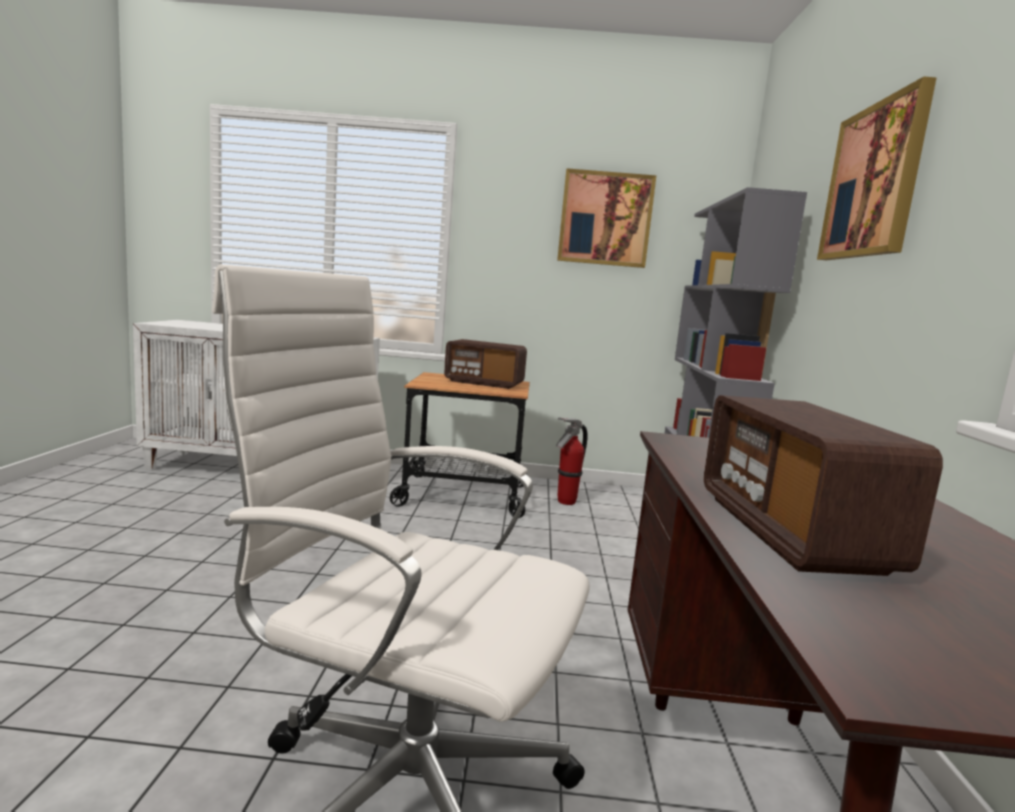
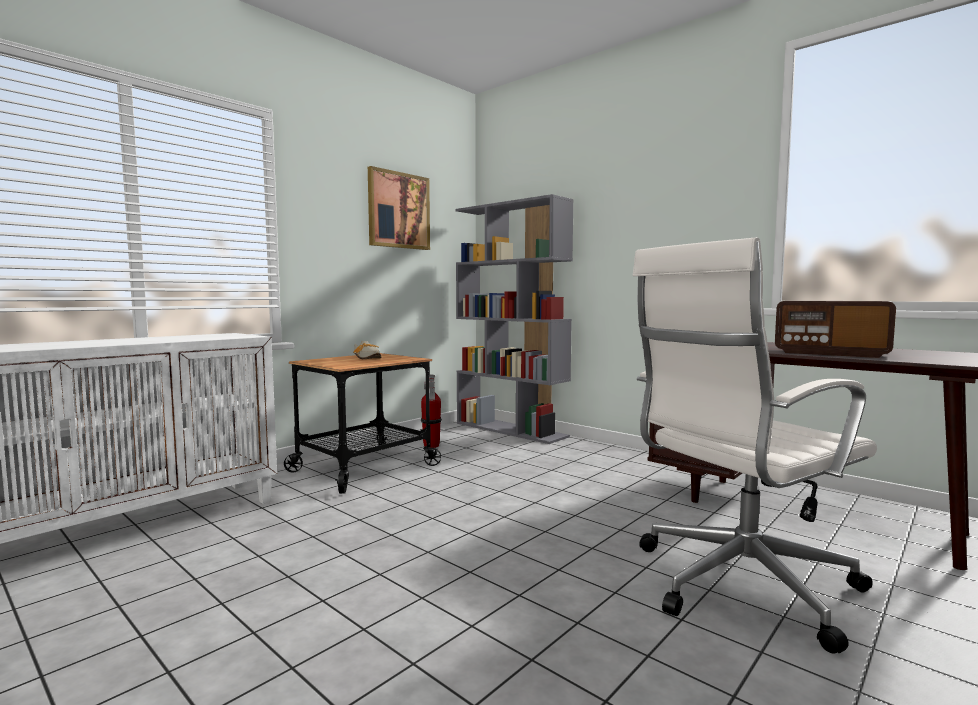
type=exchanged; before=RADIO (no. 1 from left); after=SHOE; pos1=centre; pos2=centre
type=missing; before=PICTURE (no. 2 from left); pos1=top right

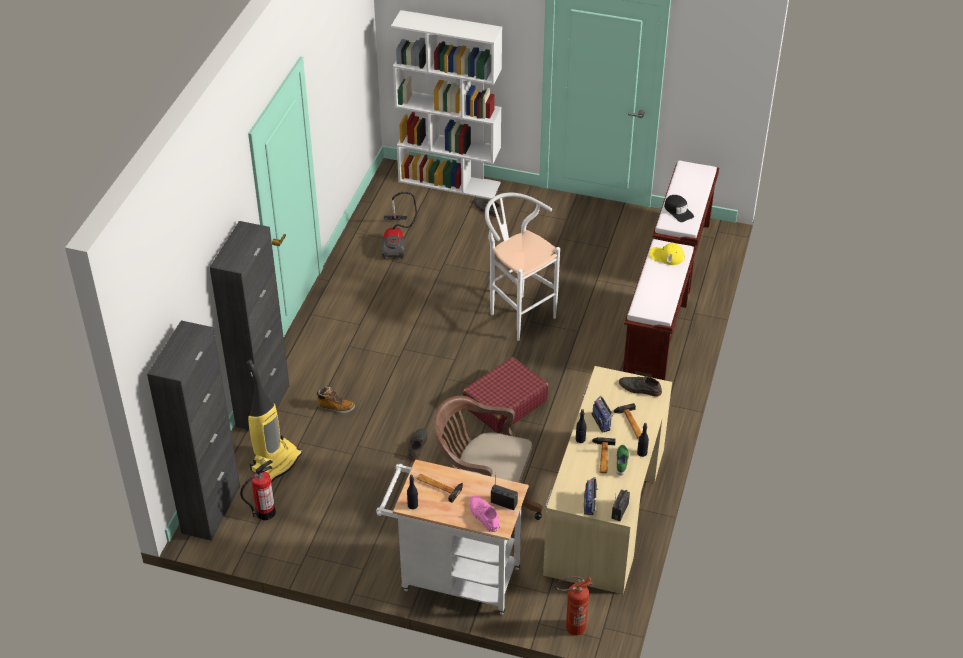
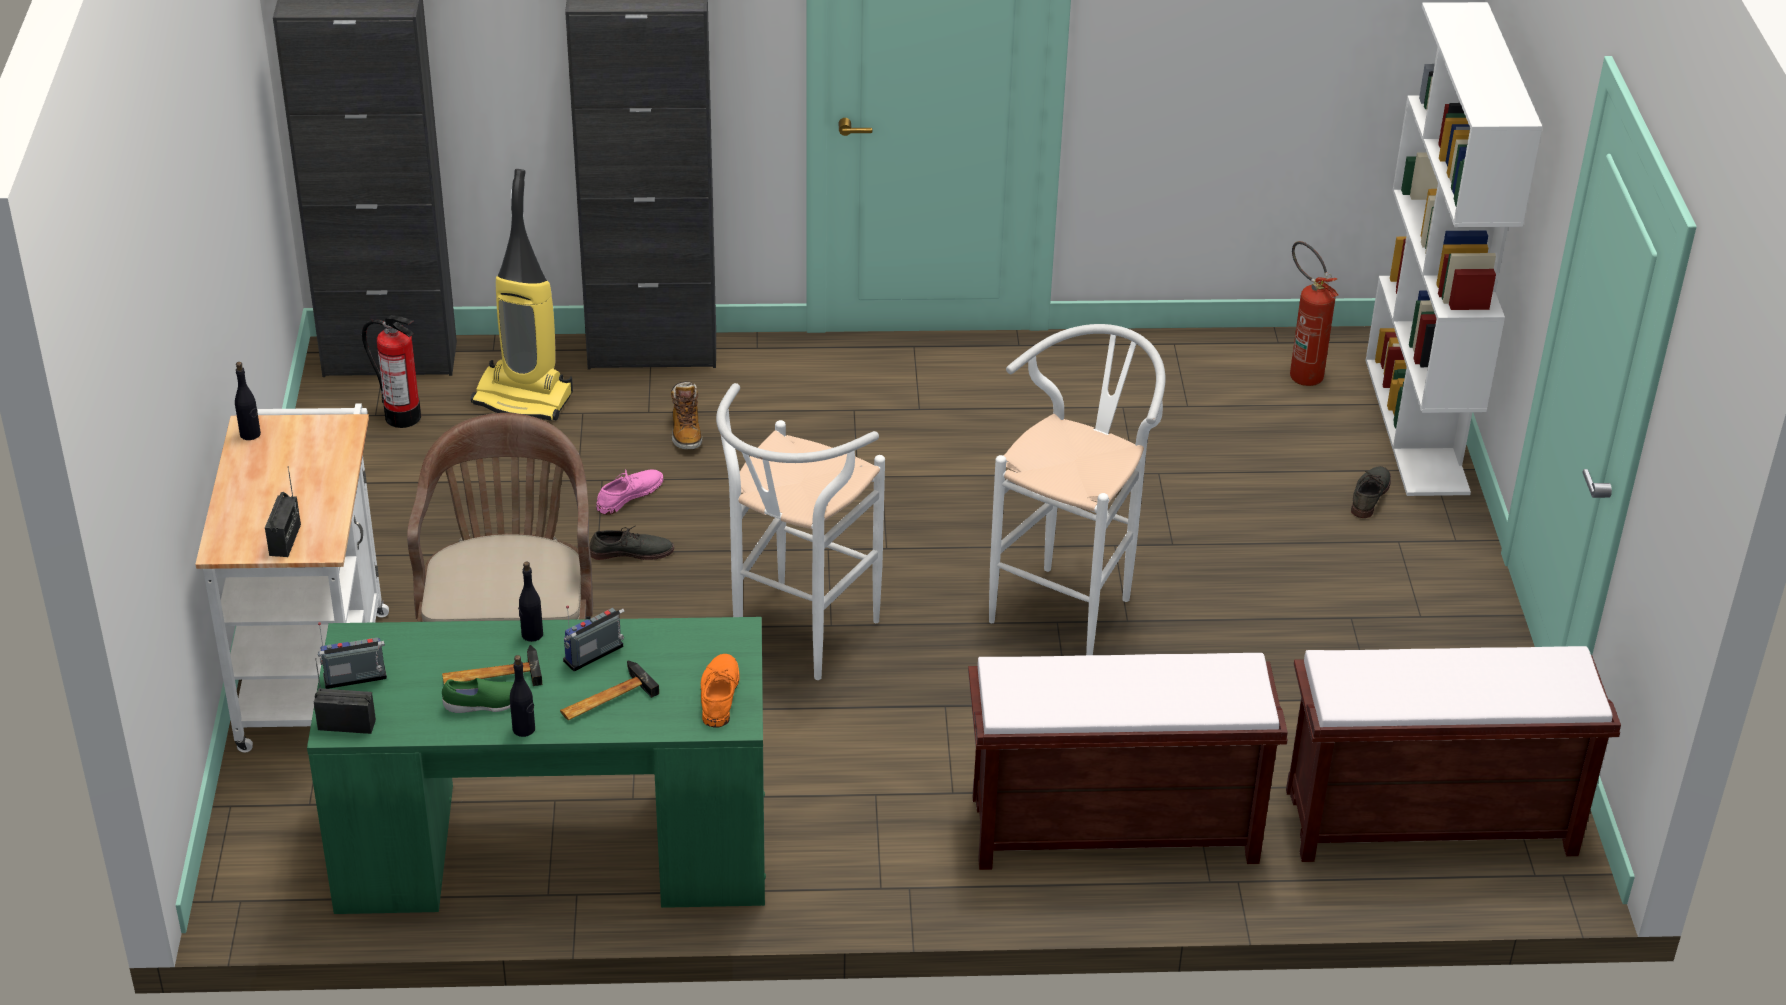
type=colour; before=BEIGE DESK; after=GREEN DESK; pos1=bottom centre; pos2=bottom left
type=relocated; before=PINK SHOE; pos1=bottom centre; pos2=centre
type=colour; before=GREY SHOE (no. 3 from left); after=ORANGE SHOE; pos1=centre; pos2=bottom centre
type=exchanged; before=RED SUITCASE; after=WHITE STOOL (no. 1 from left); pos1=centre; pos2=centre
type=relocated; before=FIRE EXTINGUISHER (no. 2 from left); pos1=bottom centre; pos2=top right
type=missing; before=VACUUM CLEANER (no. 2 from left); pos1=centre
type=missing; before=HAMMER (no. 1 from left); pos1=bottom centre
type=missing; before=YELLOW CAP; pos1=middle right
type=missing; before=BLACK CAP; pos1=top right

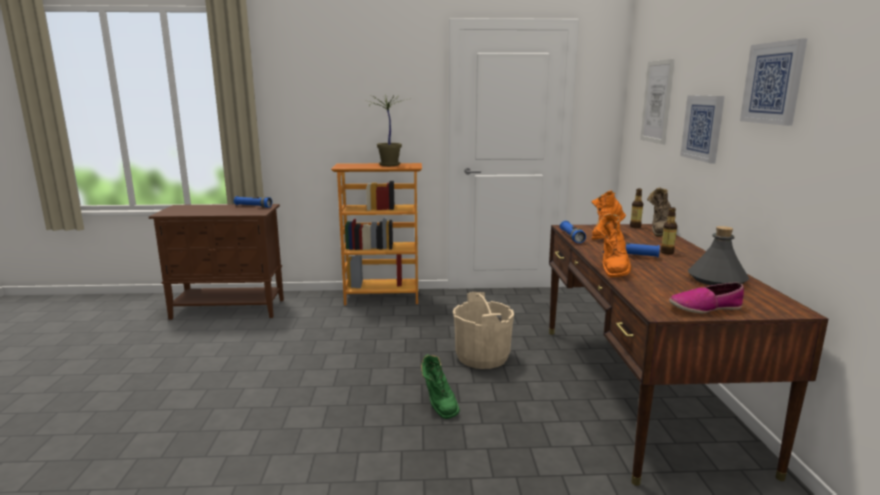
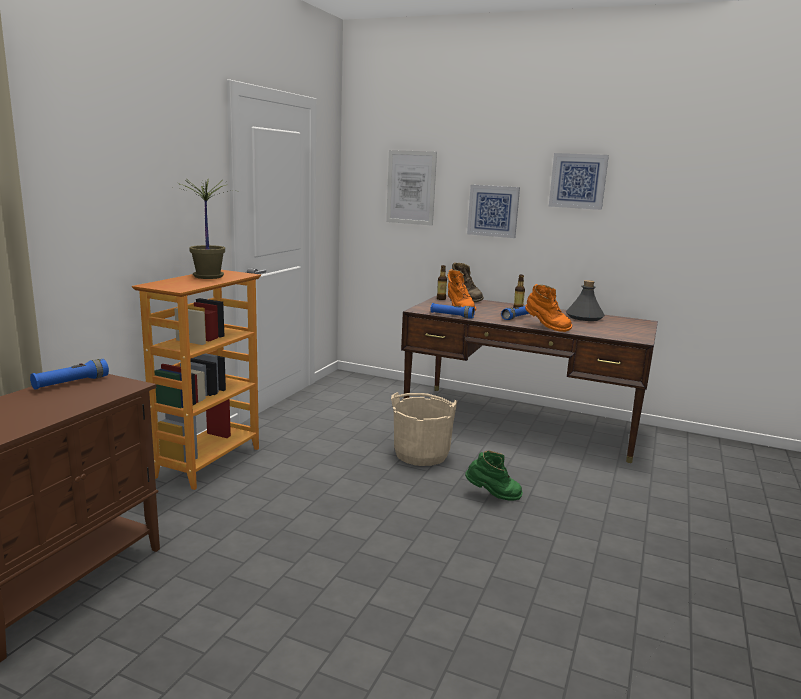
type=missing; before=SHOE; pos1=middle right

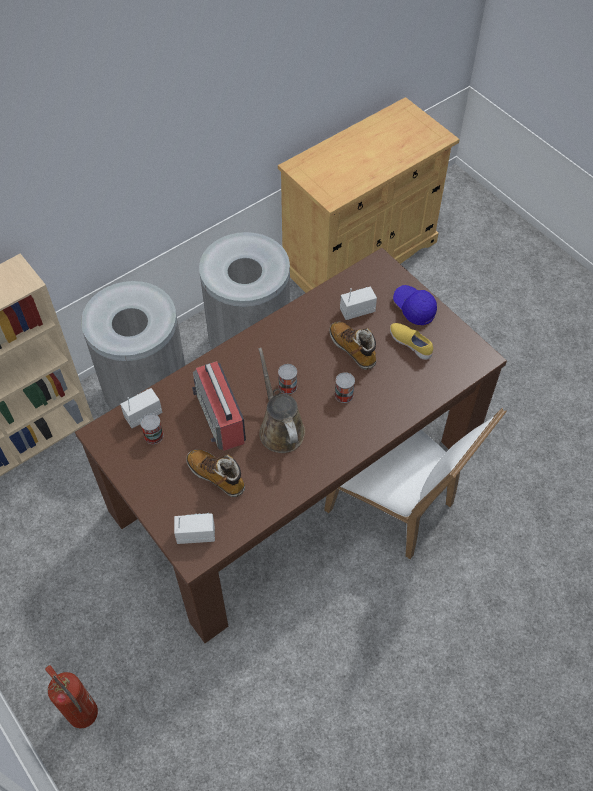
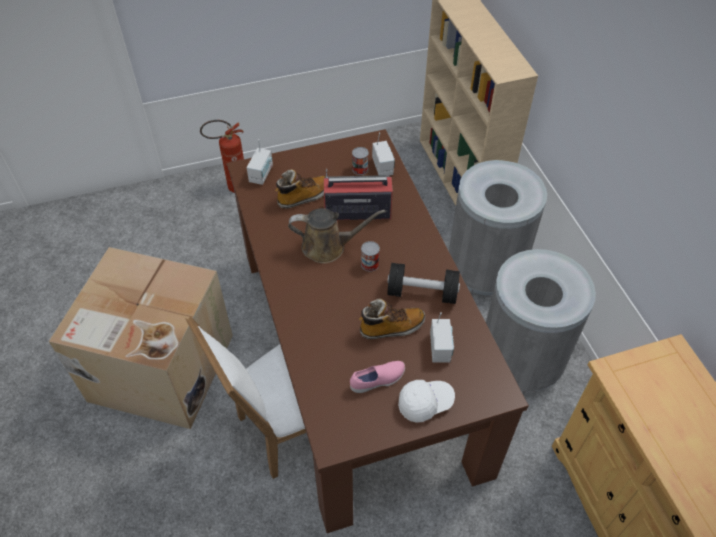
type=appeared; after=CARDBOARD BOX; pos2=middle left
type=colour; before=YELLOW SHOE; after=PINK SHOE; pos1=middle right; pos2=bottom centre
type=appeared; after=BLACK DUMBBELL; pos2=centre
type=colour; before=BLUE CAP; after=WHITE CAP; pos1=middle right; pos2=bottom centre
type=missing; before=CAN (no. 3 from left); pos1=centre

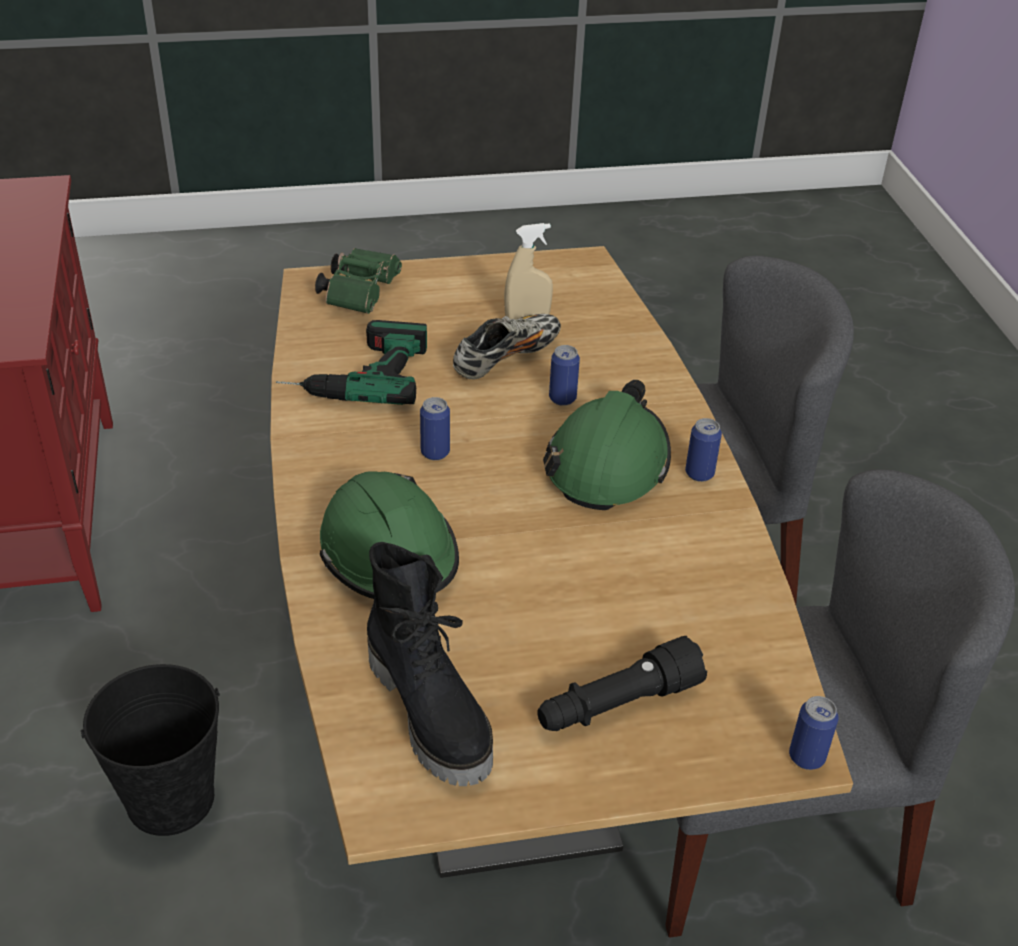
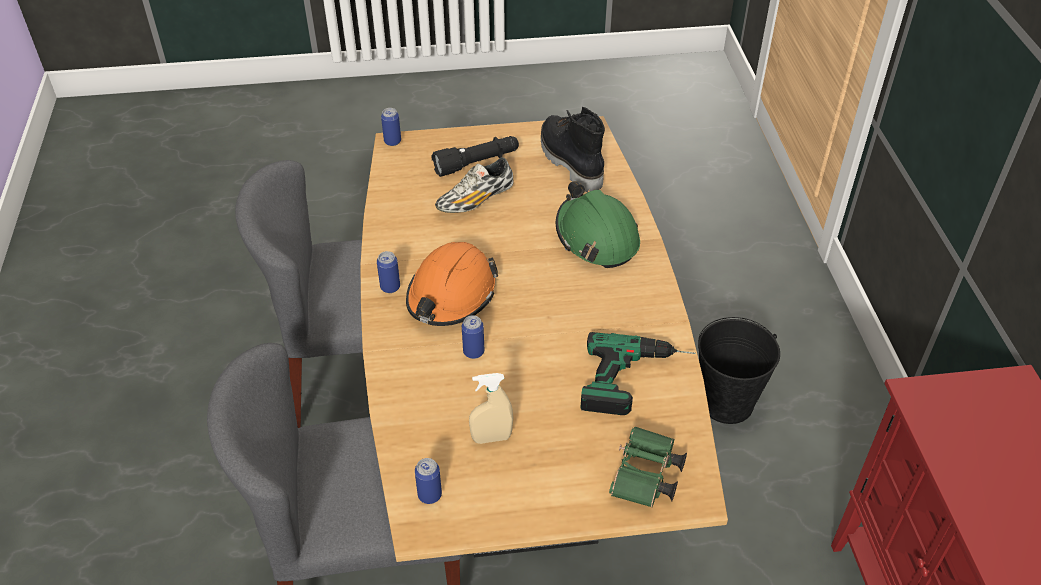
type=colour; before=GREEN HARD HAT (no. 2 from left); after=ORANGE HARD HAT; pos1=centre; pos2=centre
type=relocated; before=CAN (no. 1 from left in the first image); after=CAN (no. 3 from left); pos1=centre; pos2=bottom centre
type=relocated; before=SHOE; pos1=centre; pos2=top centre

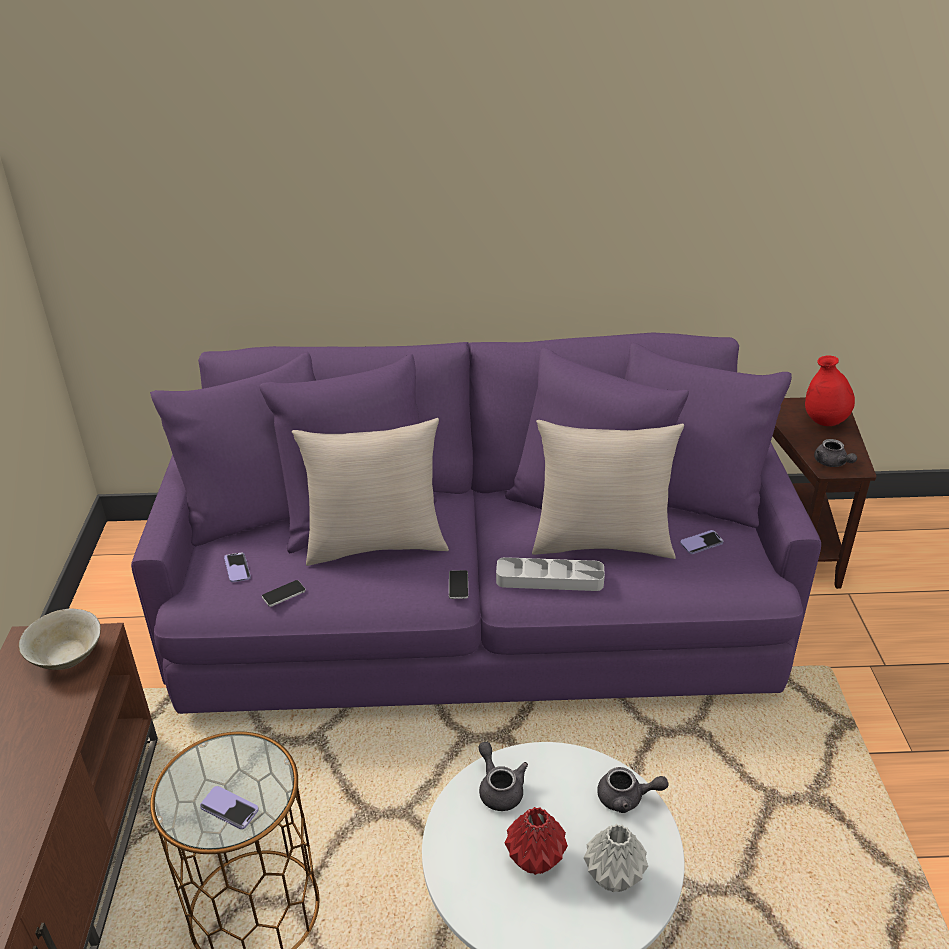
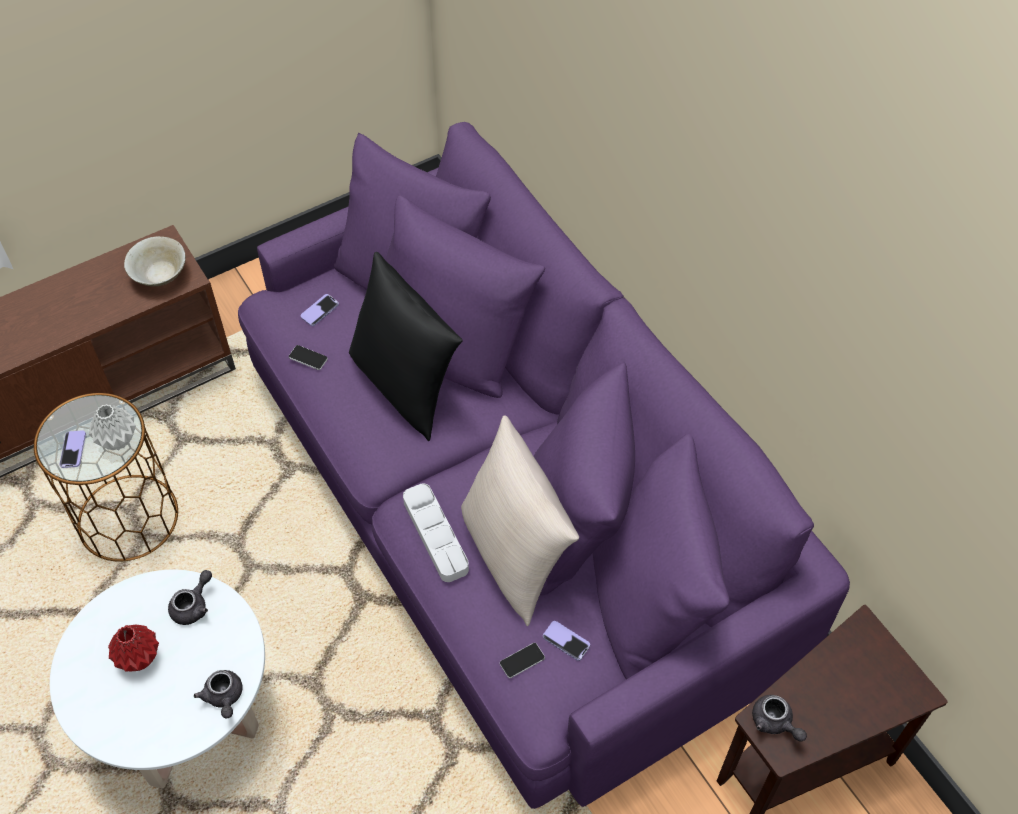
type=relocated; before=GREY VASE; pos1=bottom centre; pos2=middle left
type=colour; before=BEIGE PILLOW (no. 1 from left); after=BLACK PILLOW; pos1=centre; pos2=centre
type=relocated; before=PHONE (no. 4 from left); pos1=centre; pos2=bottom centre
type=spun; before=GREY TEAPOT (no. 3 from left); pos1=middle right; pos2=bottom right; turn=-75
type=missing; before=RED VASE (no. 2 from left); pos1=middle right

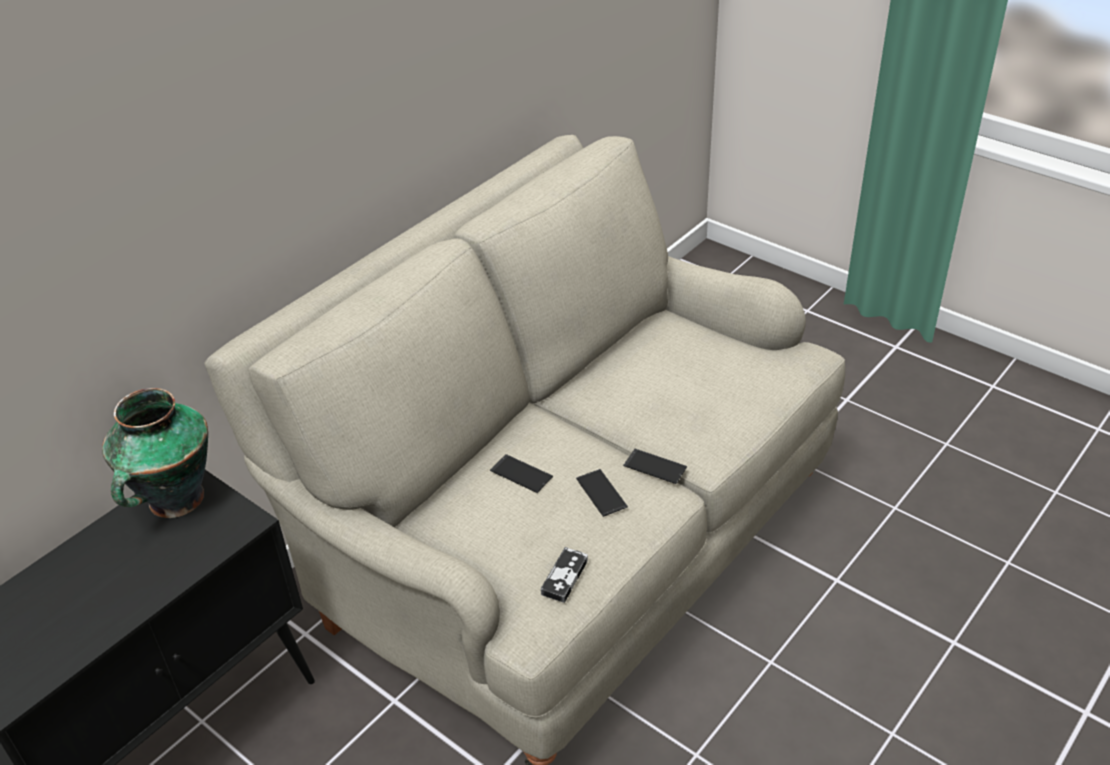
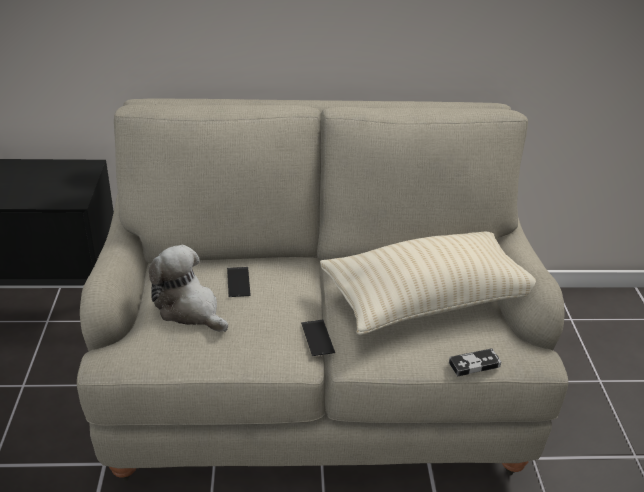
type=appeared; after=PLUSH TOY; pos2=middle left
type=appeared; after=BEIGE PILLOW; pos2=centre
type=relocated; before=GAME CONTROLLER; pos1=bottom centre; pos2=bottom right
type=missing; before=VASE; pos1=middle left
type=missing; before=PHONE (no. 2 from left); pos1=centre

